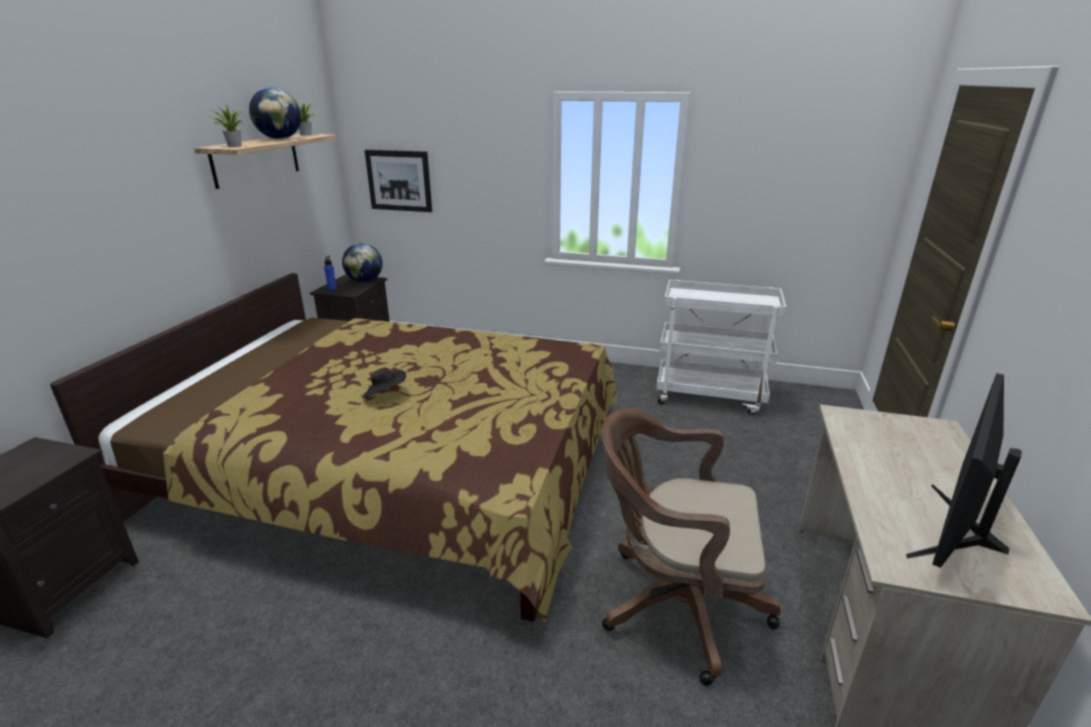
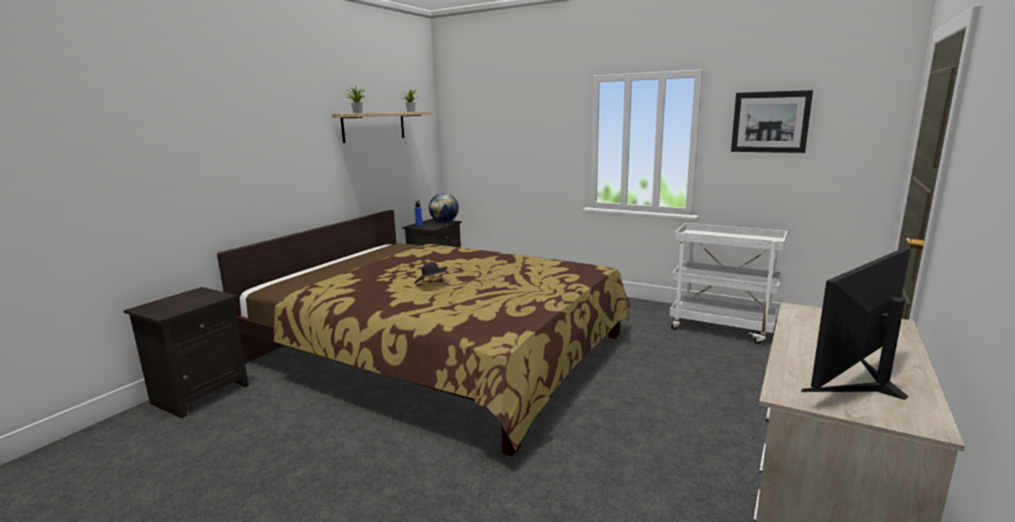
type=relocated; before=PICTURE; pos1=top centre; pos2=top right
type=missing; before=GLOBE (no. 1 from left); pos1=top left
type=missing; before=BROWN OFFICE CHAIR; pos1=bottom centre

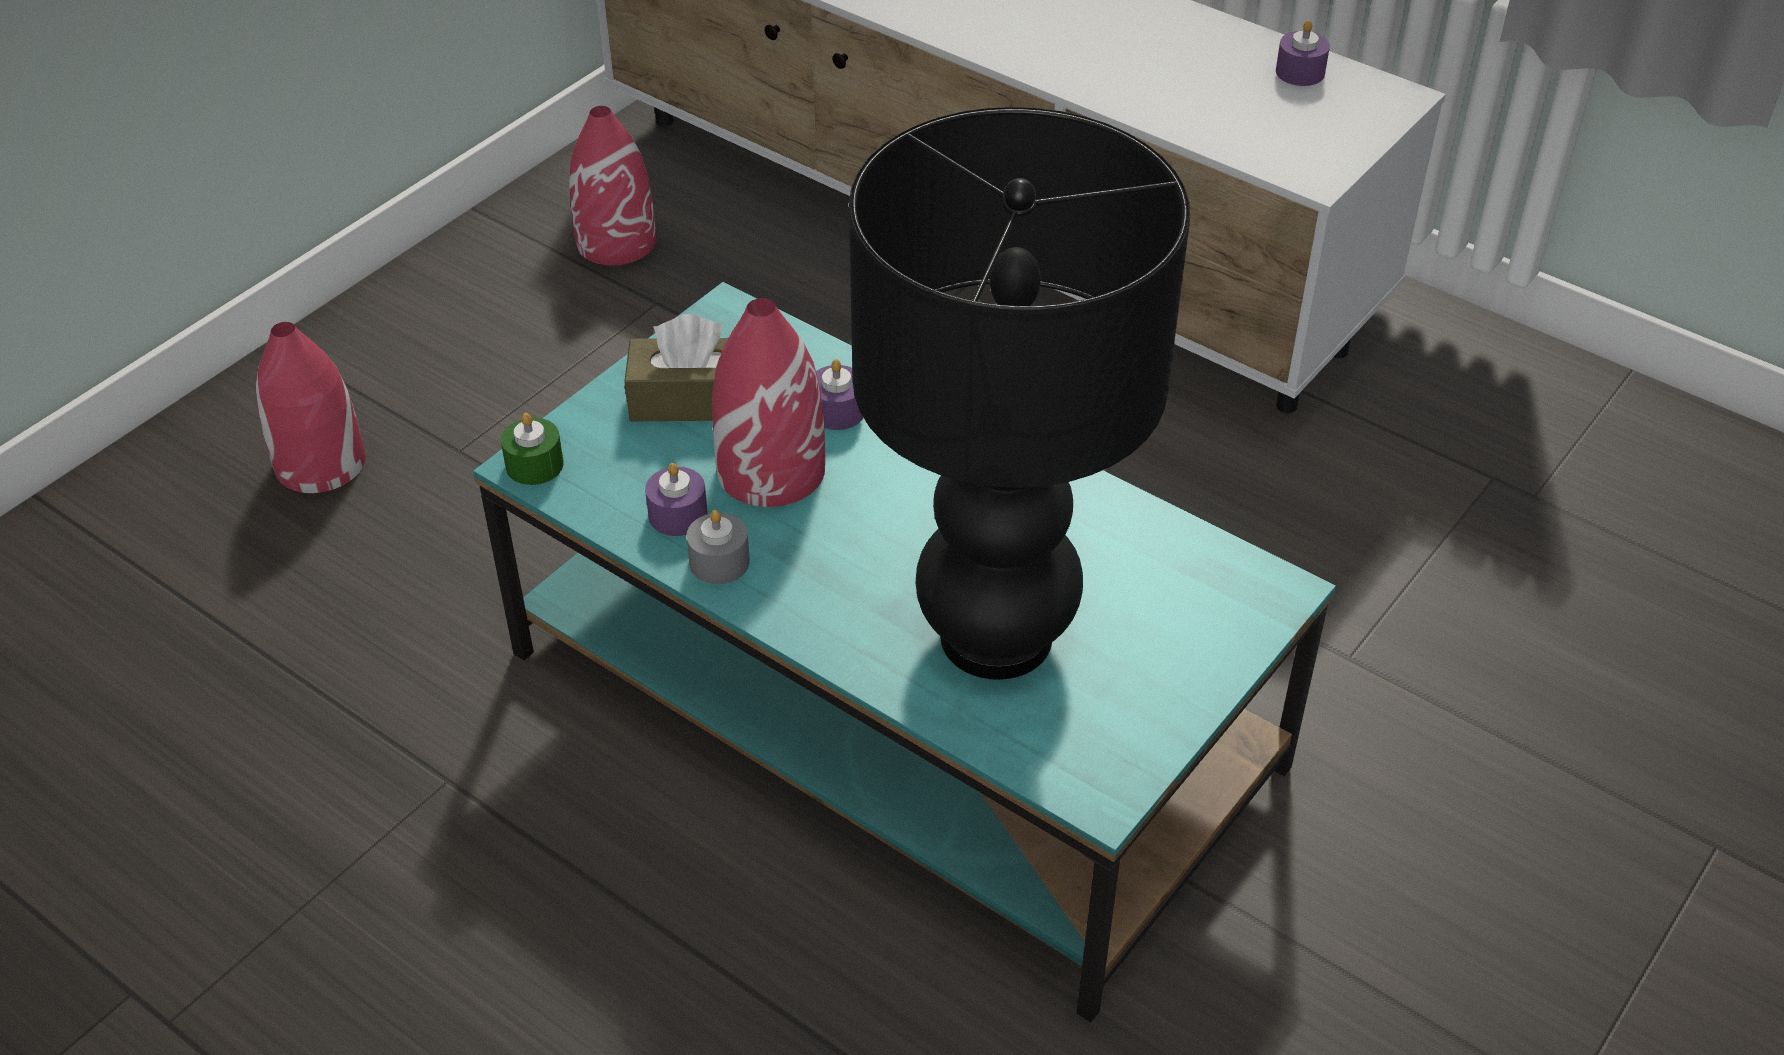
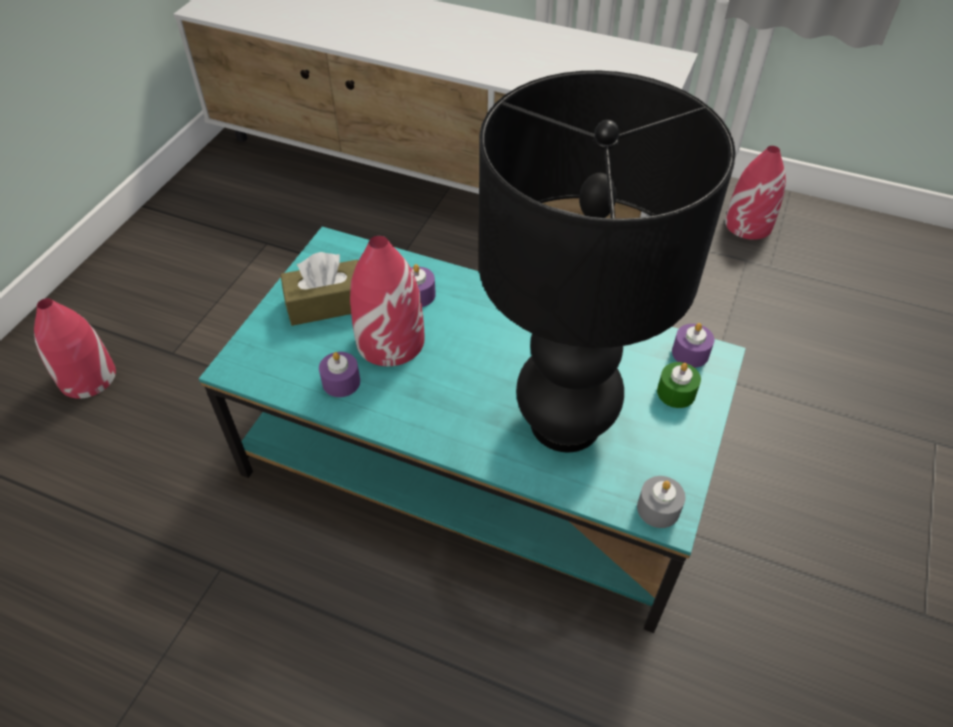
type=relocated; before=GREY CANDLE; pos1=centre; pos2=bottom right
type=relocated; before=GREEN CANDLE; pos1=middle left; pos2=middle right
type=relocated; before=PURPLE CANDLE (no. 3 from left); pos1=top right; pos2=middle right
type=relocated; before=RED VASE (no. 2 from left in the first image); after=RED VASE (no. 3 from left); pos1=top centre; pos2=top right

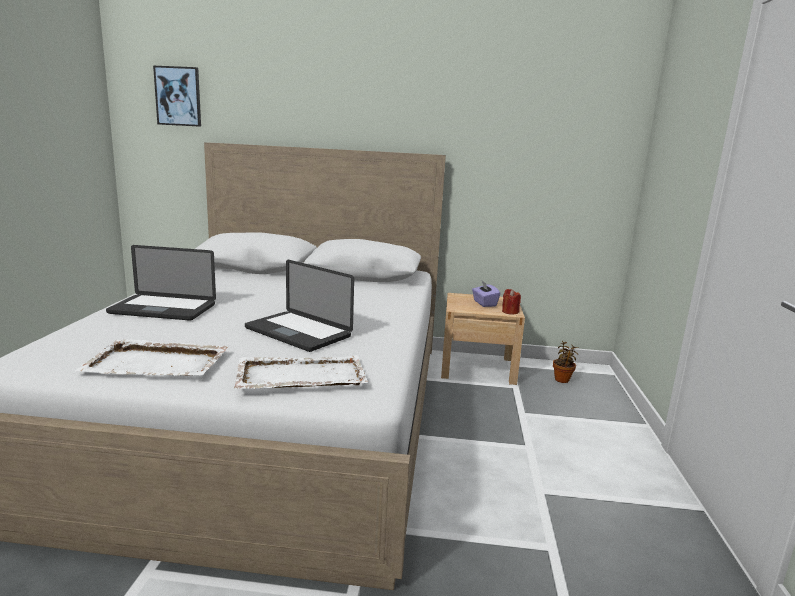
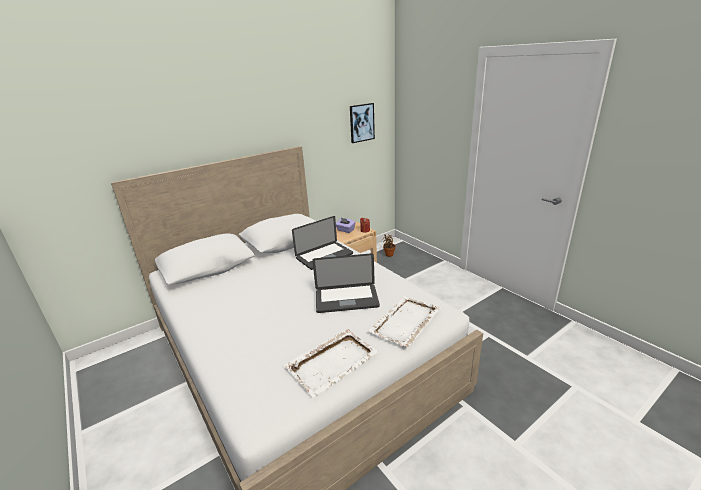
type=relocated; before=LAPTOP (no. 1 from left); pos1=middle left; pos2=centre
type=relocated; before=PICTURE; pos1=top left; pos2=top centre

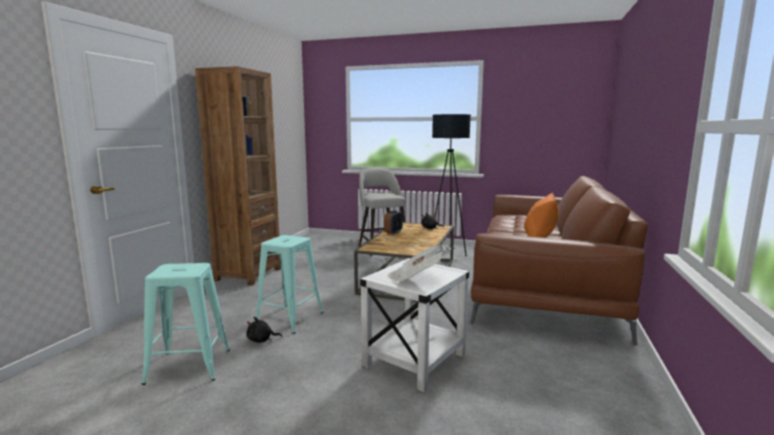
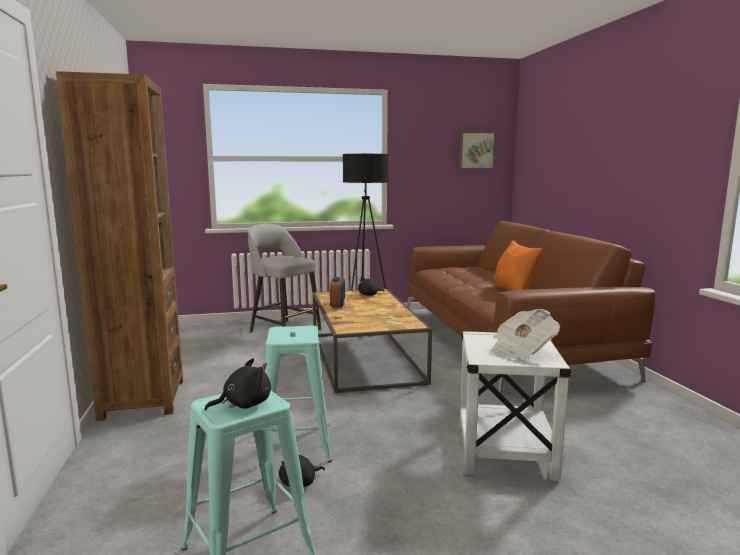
type=appeared; after=BLACK PLUSH TOY (no. 1 from left); pos2=bottom left
type=appeared; after=PICTURE; pos2=top centre

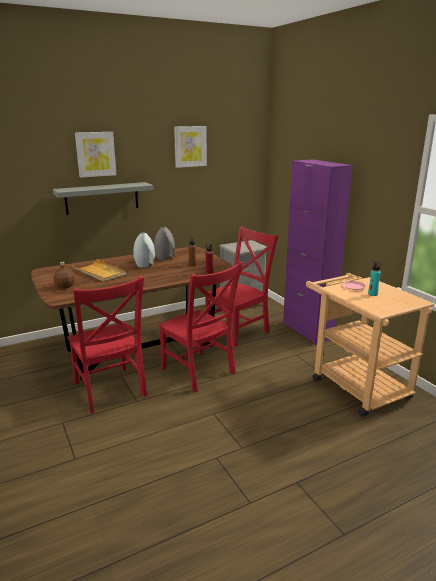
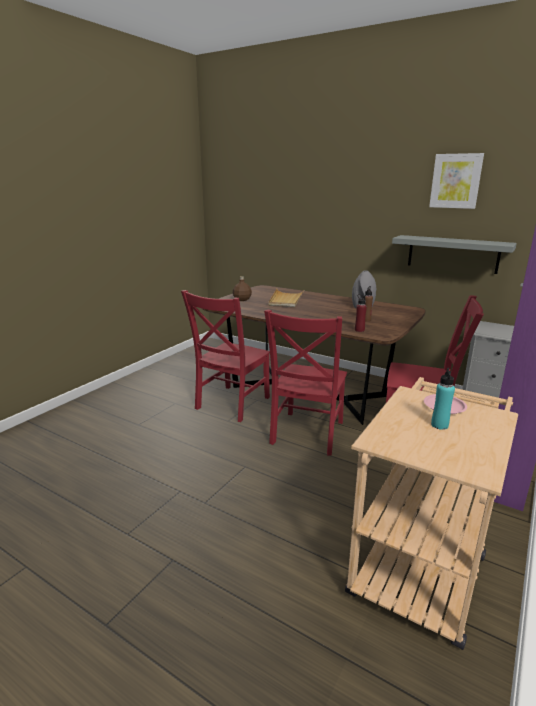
type=relocated; before=GREY SHELF; pos1=middle left; pos2=middle right
type=missing; before=PICTURE (no. 1 from left); pos1=top left
type=missing; before=GREY VASE (no. 1 from left); pos1=middle left

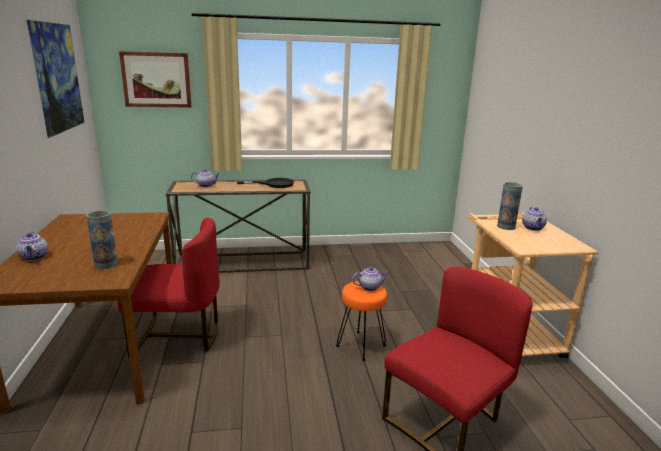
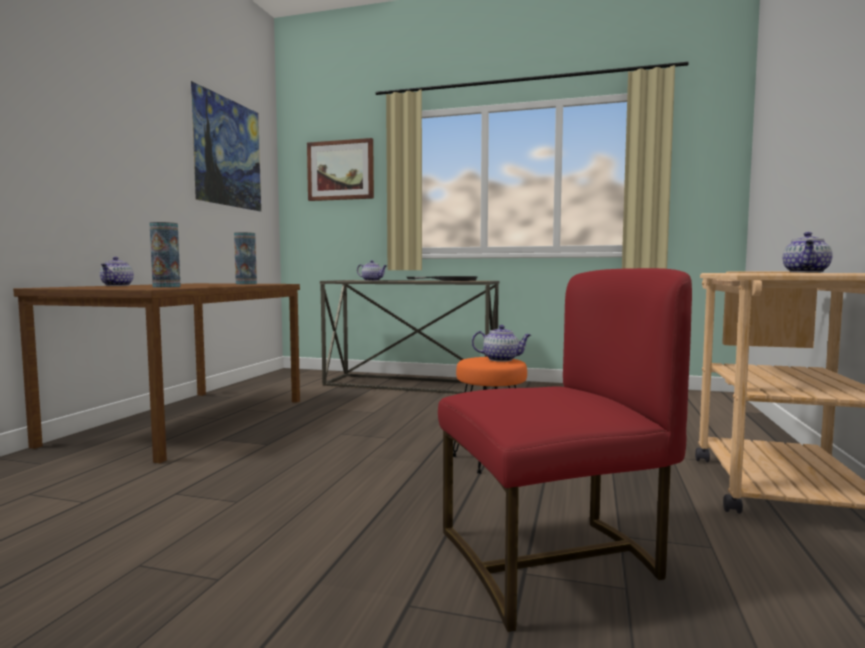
type=relocated; before=VASE (no. 2 from left); pos1=middle right; pos2=middle left
type=missing; before=RED CHAIR (no. 1 from left); pos1=middle left

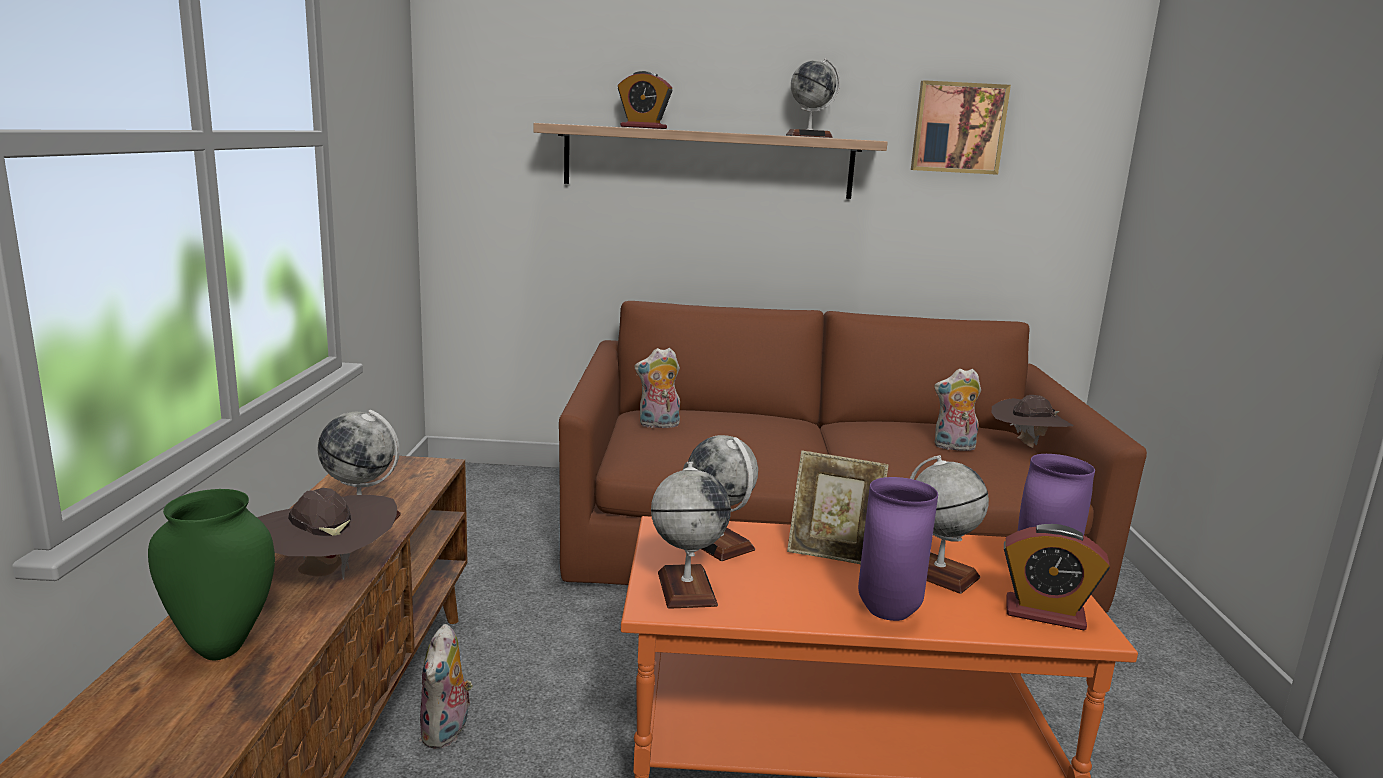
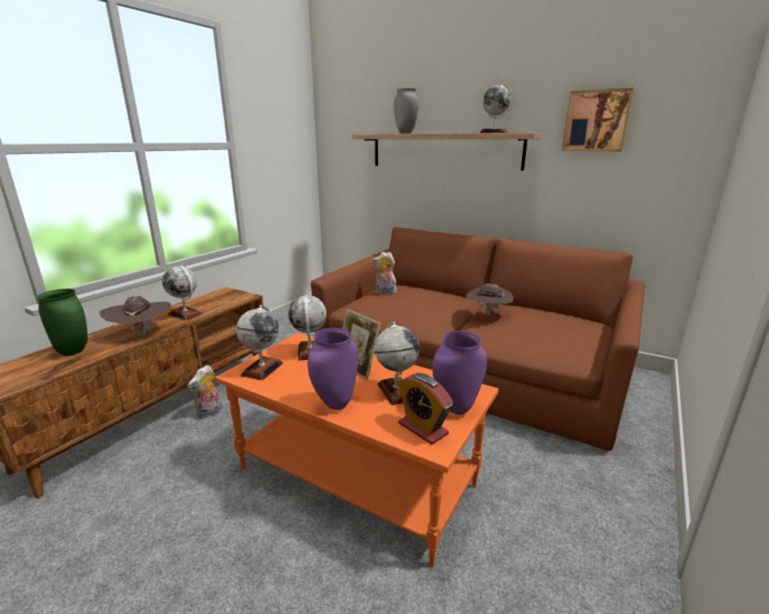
type=exchanged; before=ALARM CLOCK (no. 1 from left); after=GREY VASE; pos1=top centre; pos2=top centre
type=relocated; before=BROWN HAT (no. 2 from left); pos1=middle right; pos2=centre
type=missing; before=PLUSH TOY (no. 3 from left); pos1=middle right

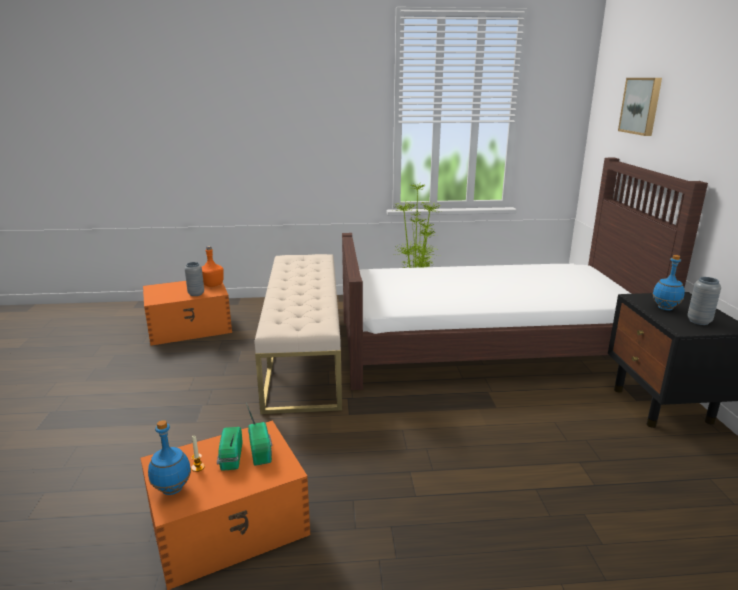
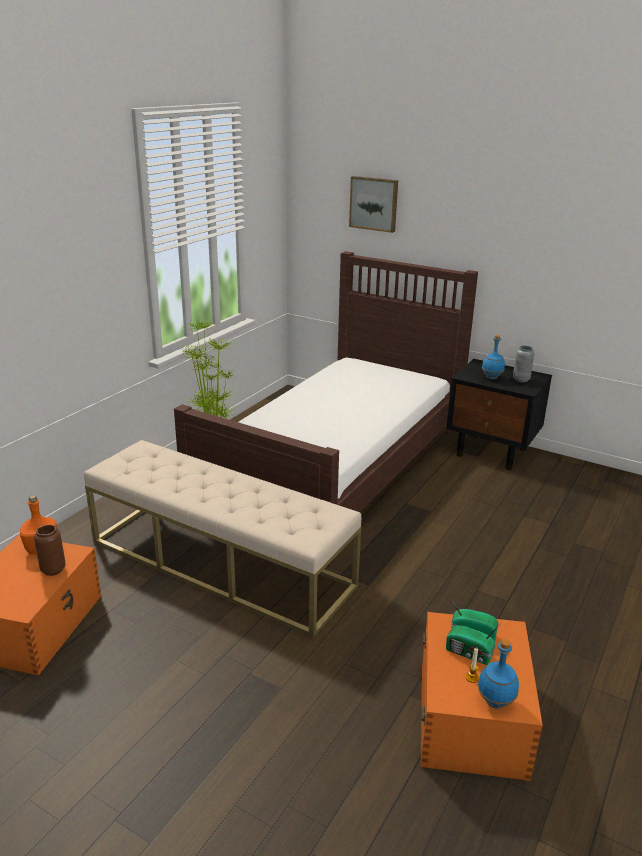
type=colour; before=GREY VASE (no. 1 from left); after=BROWN VASE; pos1=middle left; pos2=middle left

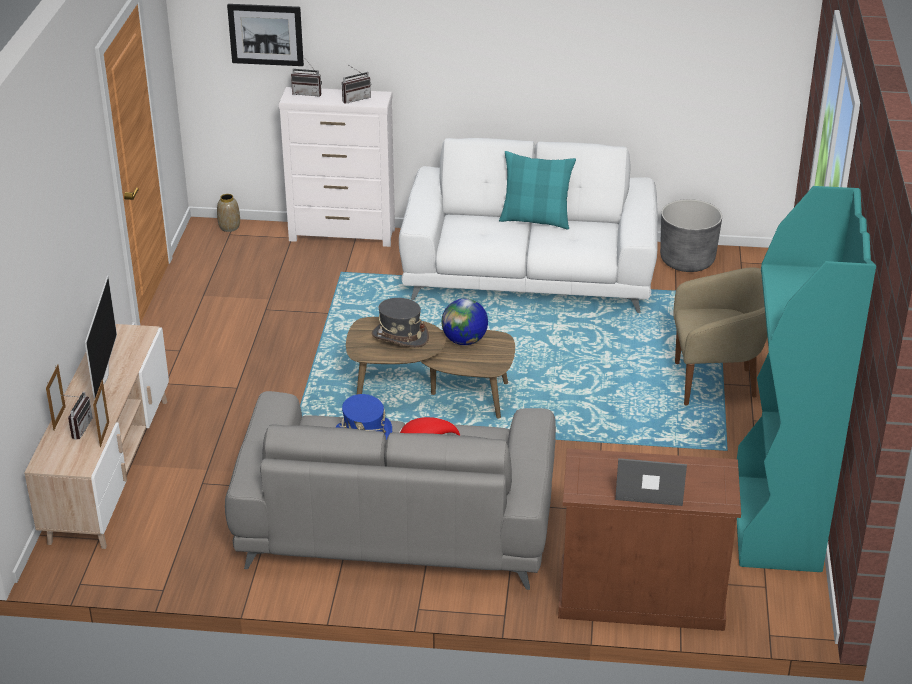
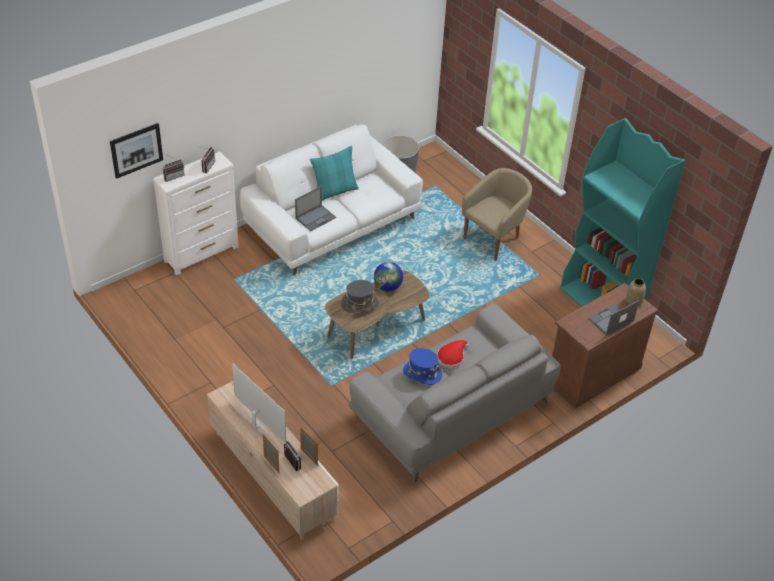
type=appeared; after=LAPTOP (no. 1 from left); pos2=centre
type=relocated; before=VASE; pos1=top left; pos2=middle right

